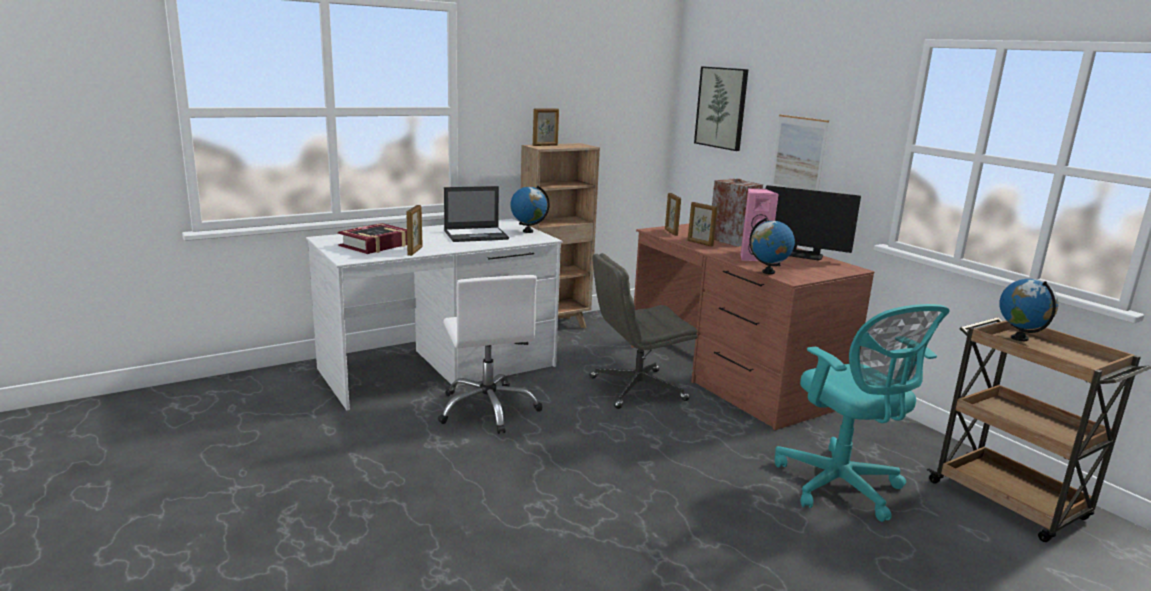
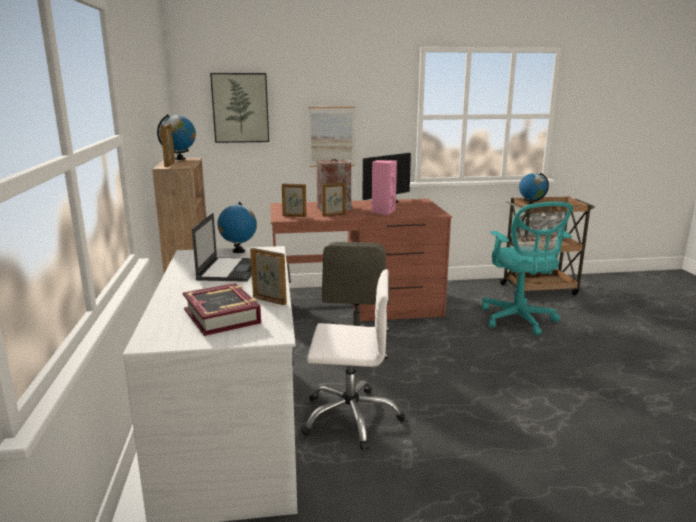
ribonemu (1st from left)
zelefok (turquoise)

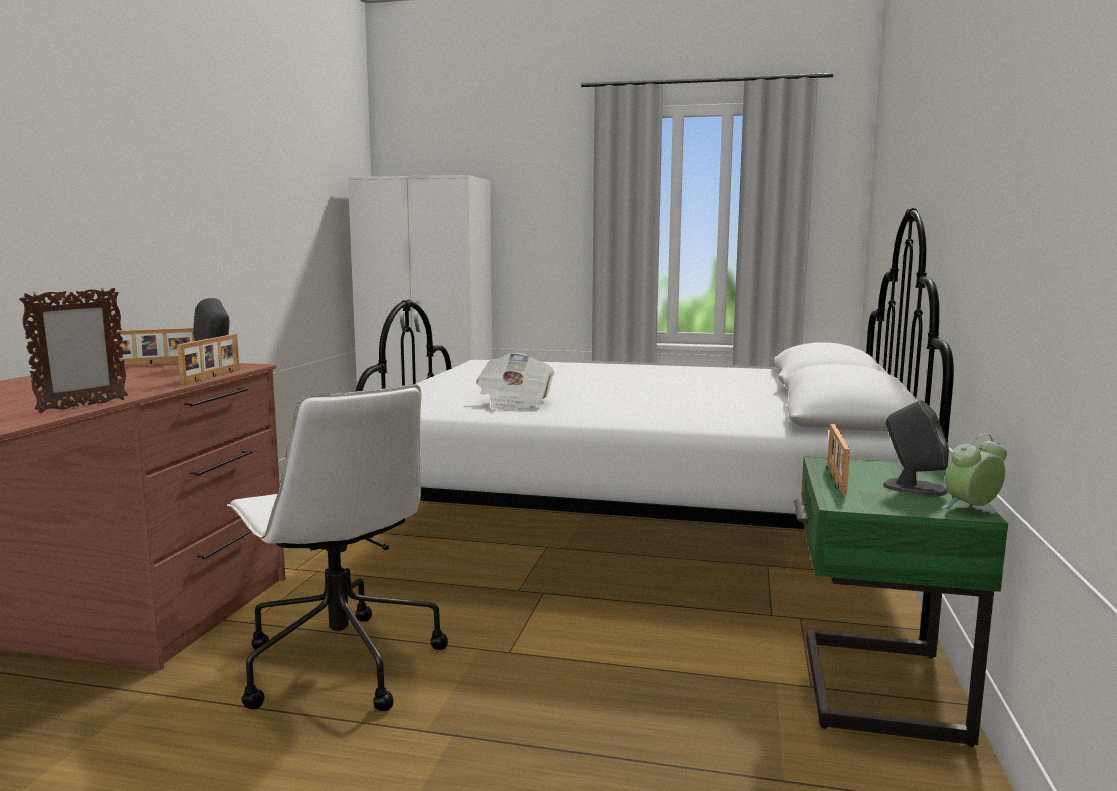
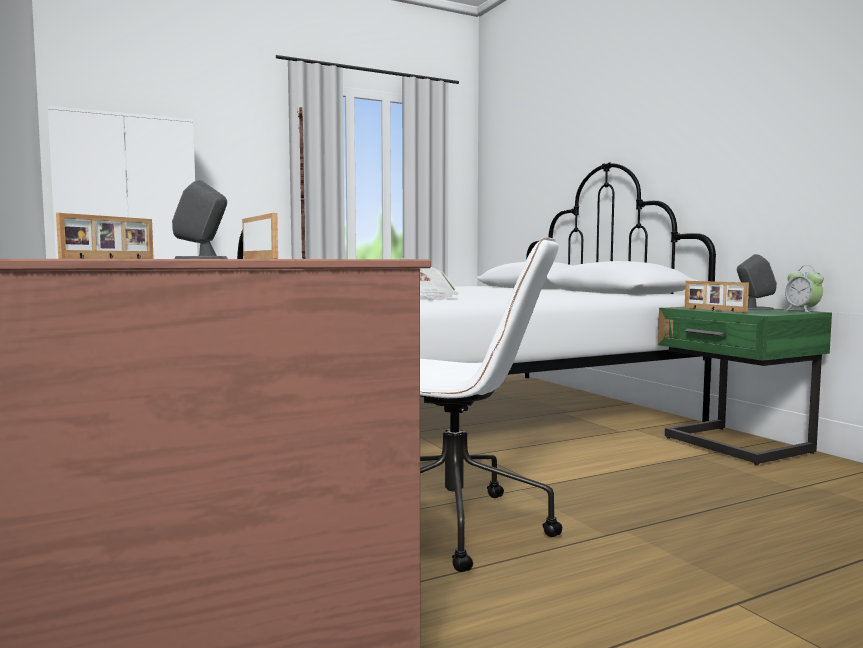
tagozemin

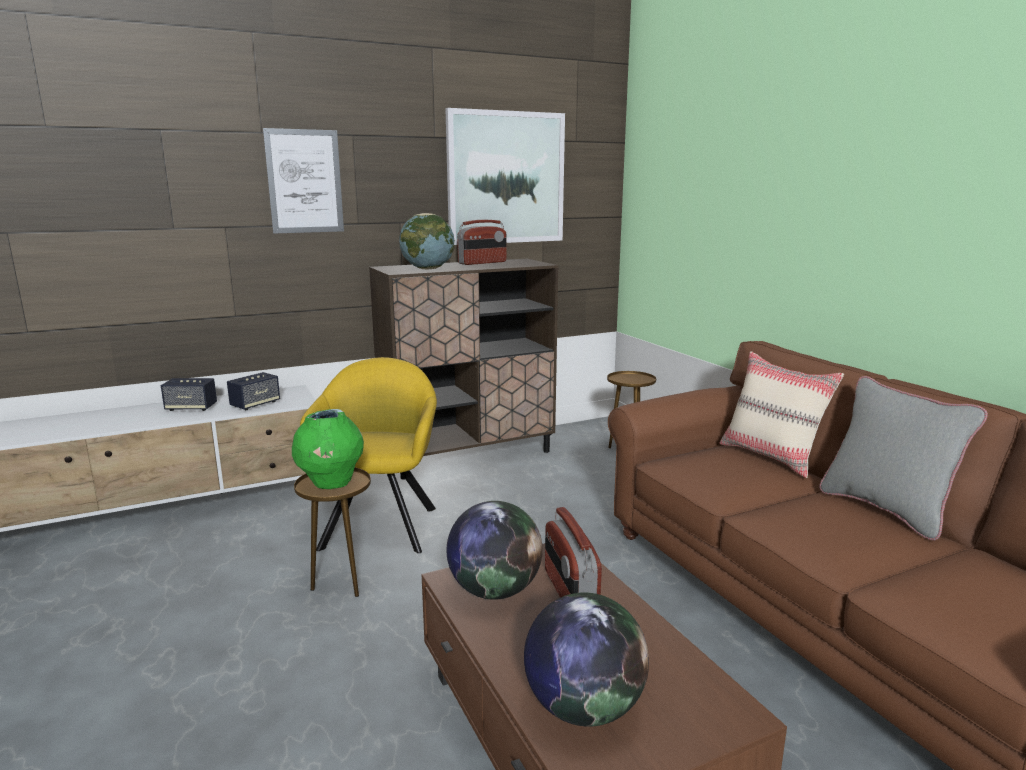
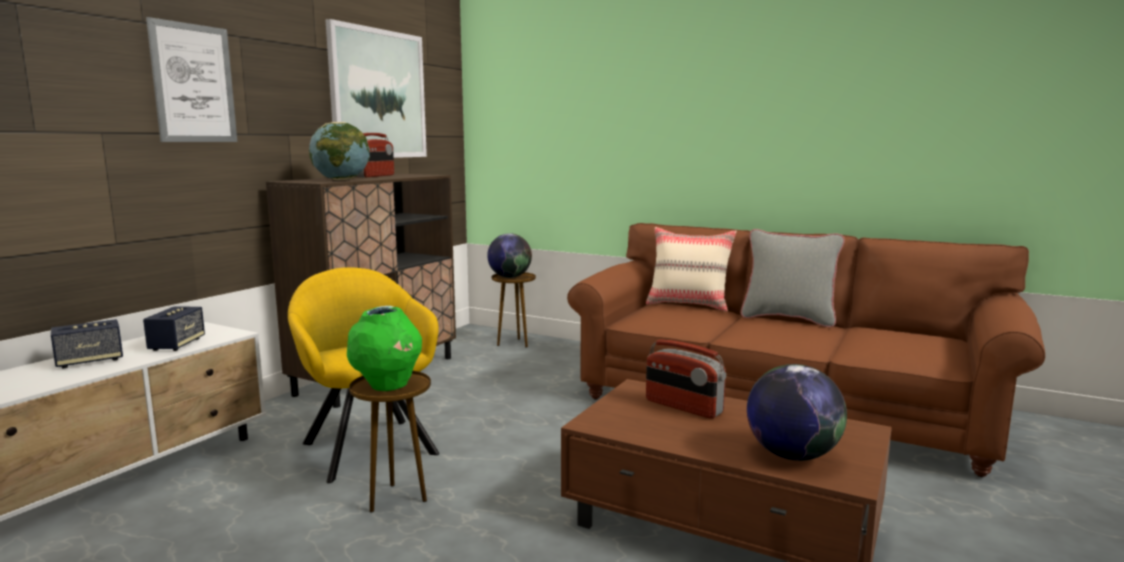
ribonemu (2nd from left)

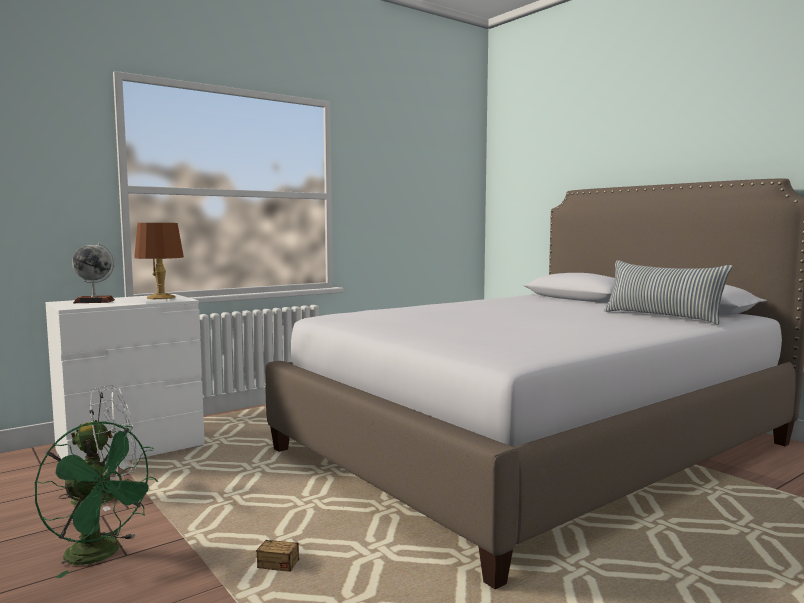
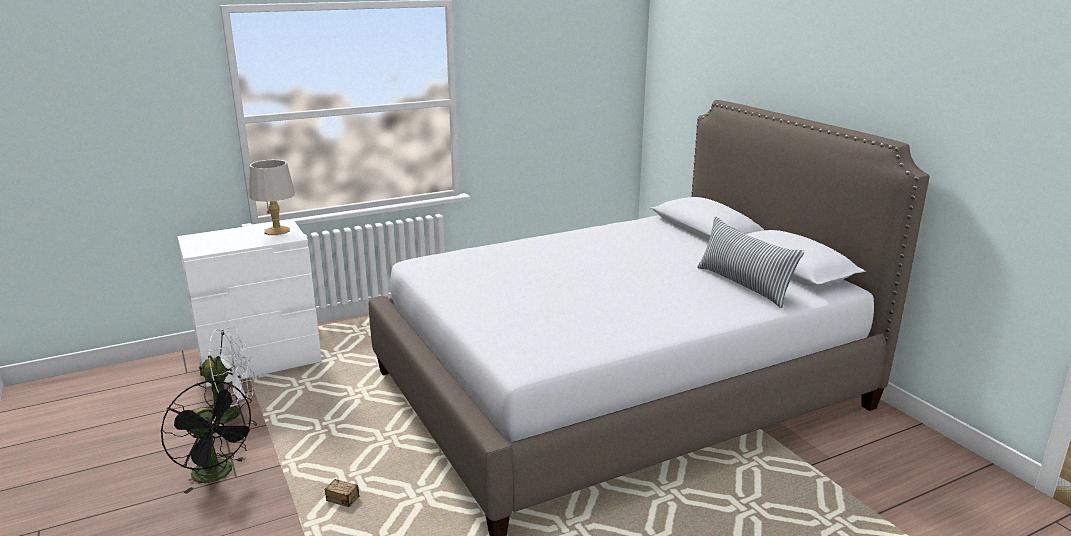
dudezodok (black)
ribonemu
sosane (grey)

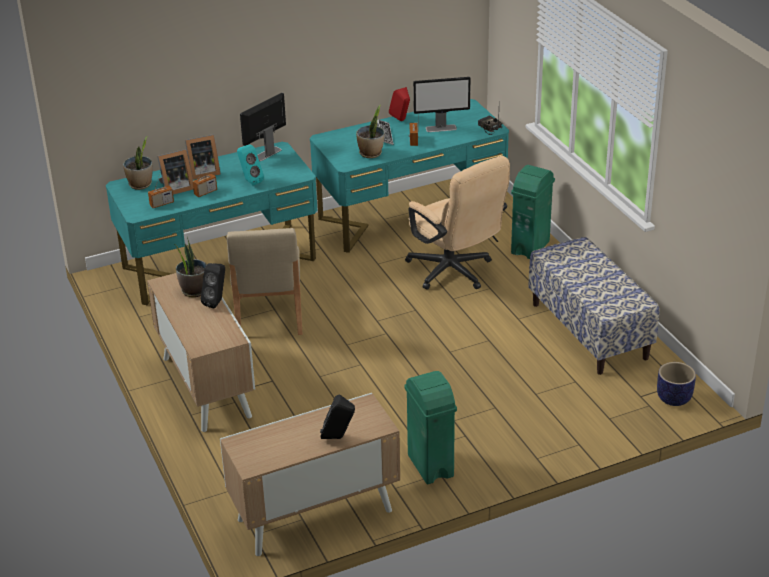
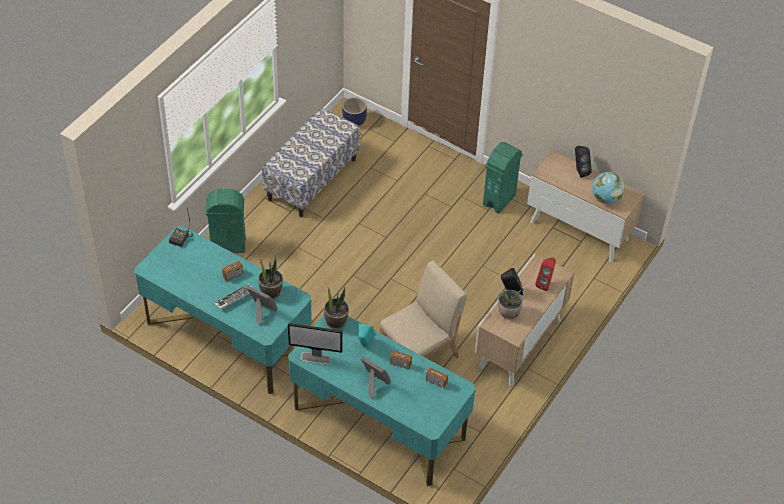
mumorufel (2nd from left)
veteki (1st from left)
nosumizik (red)
zelefok (beige)
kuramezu (2nd from left in the first image)
ribonemu

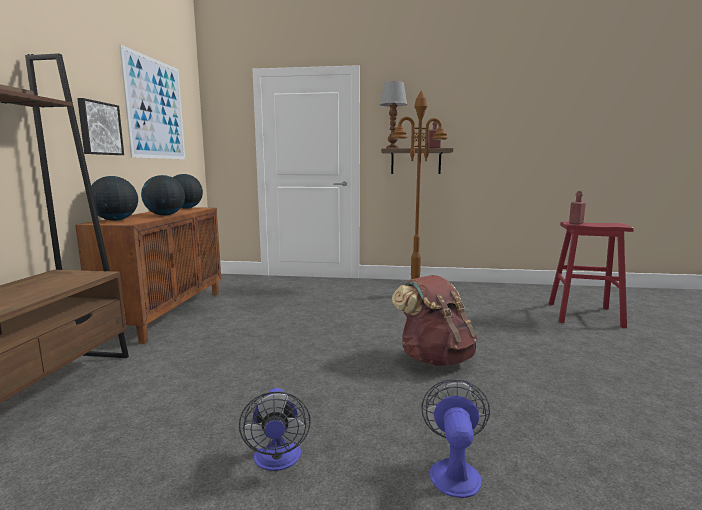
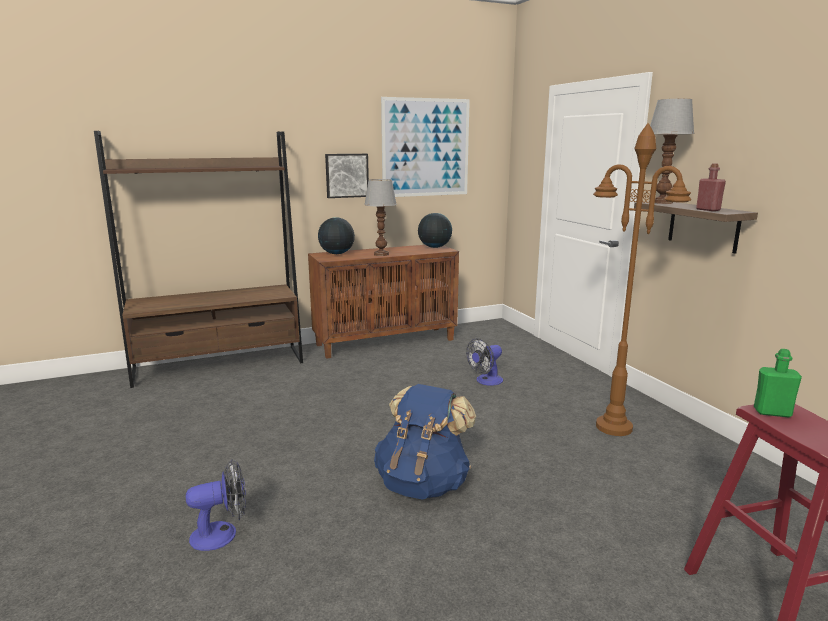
sosane (1st from left)
dudezodok (2nd from left)
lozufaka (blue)
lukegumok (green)

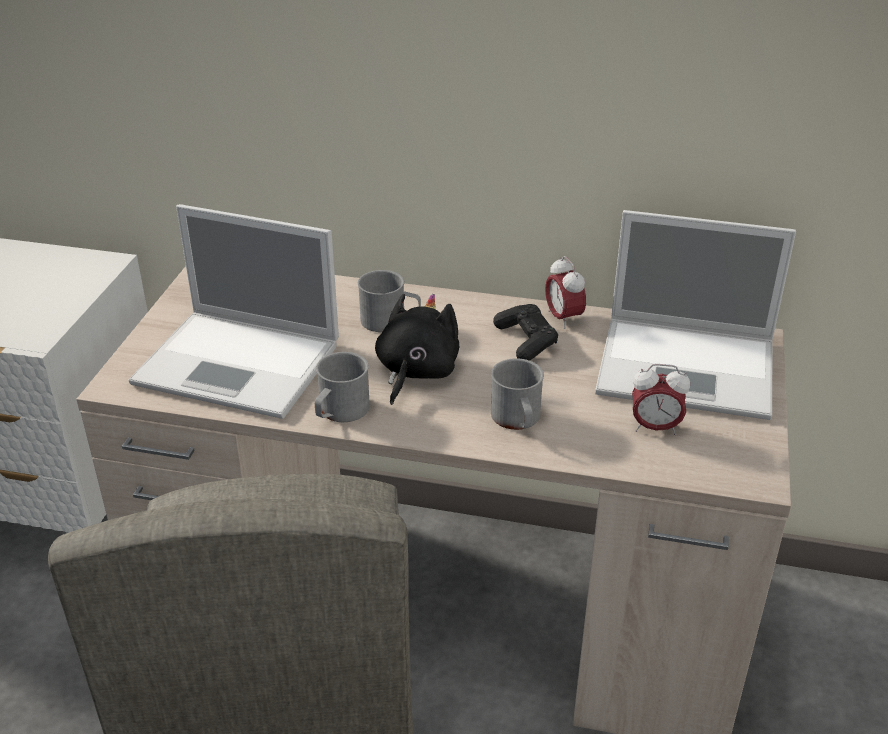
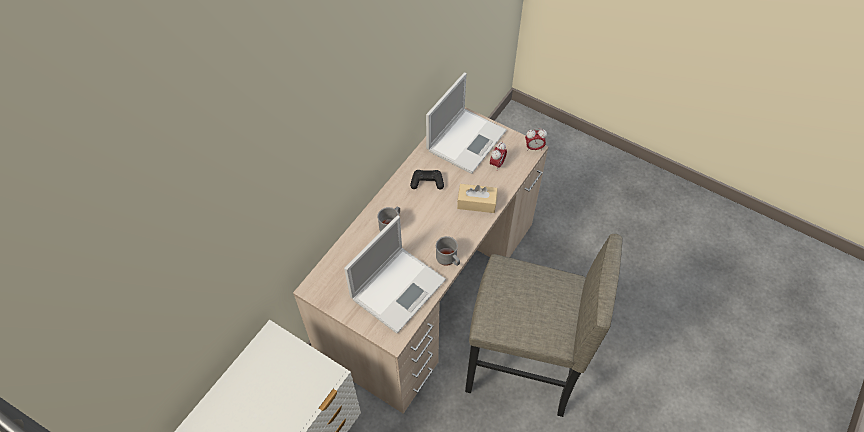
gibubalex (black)
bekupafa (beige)
tagozemin (2nd from left)

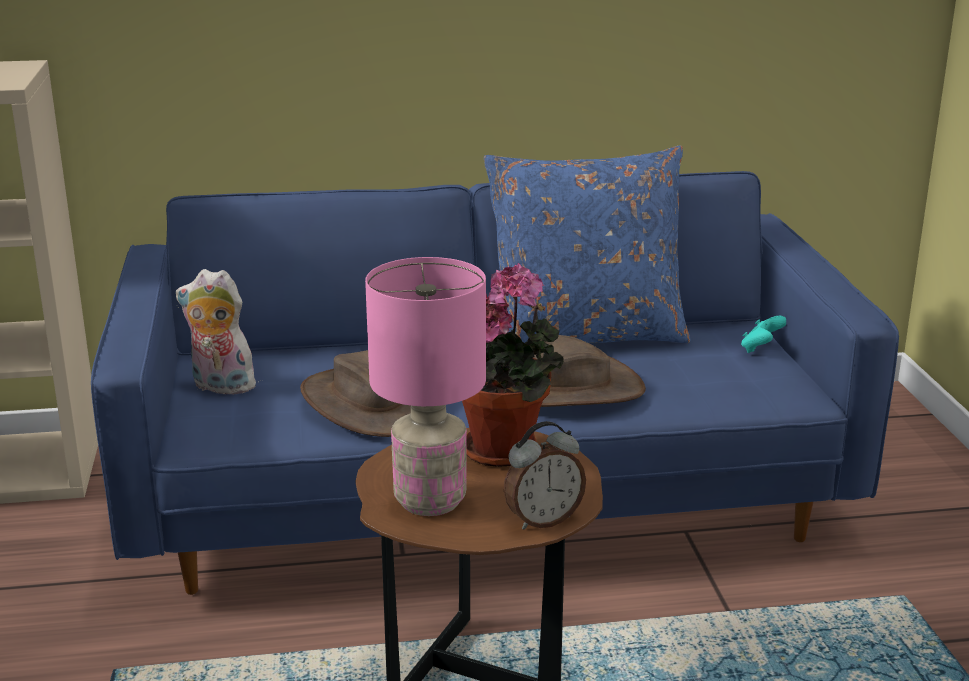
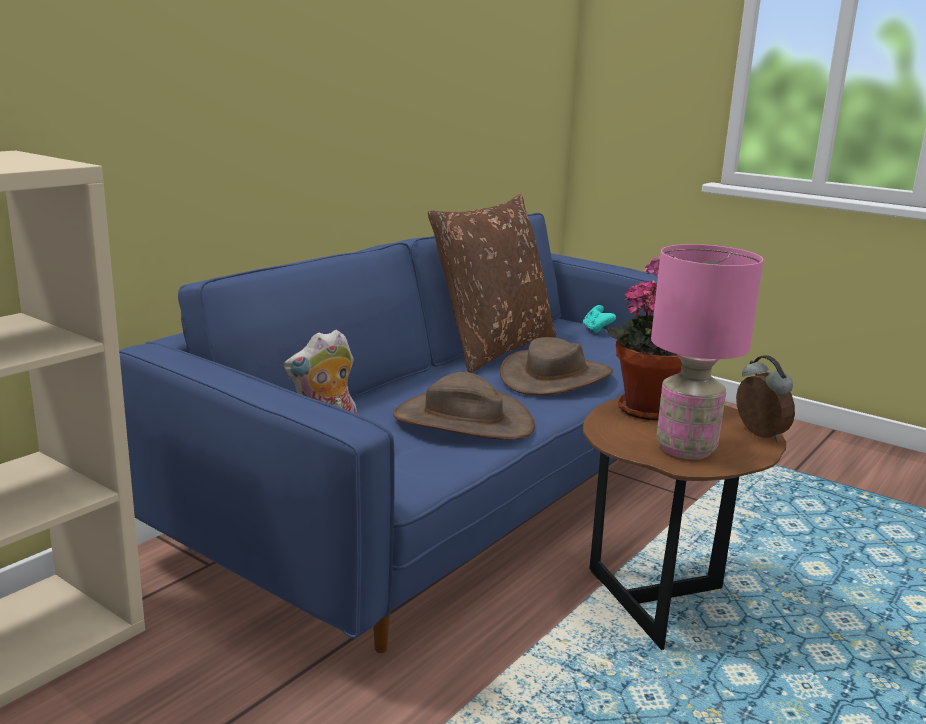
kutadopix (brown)
tagozemin

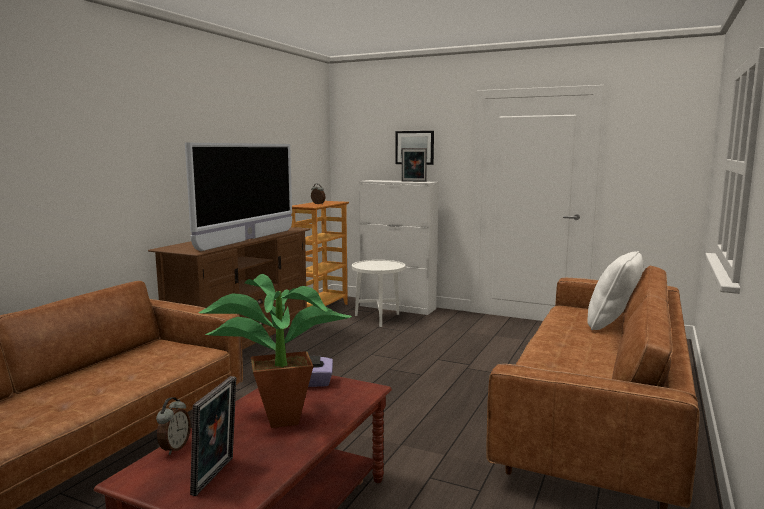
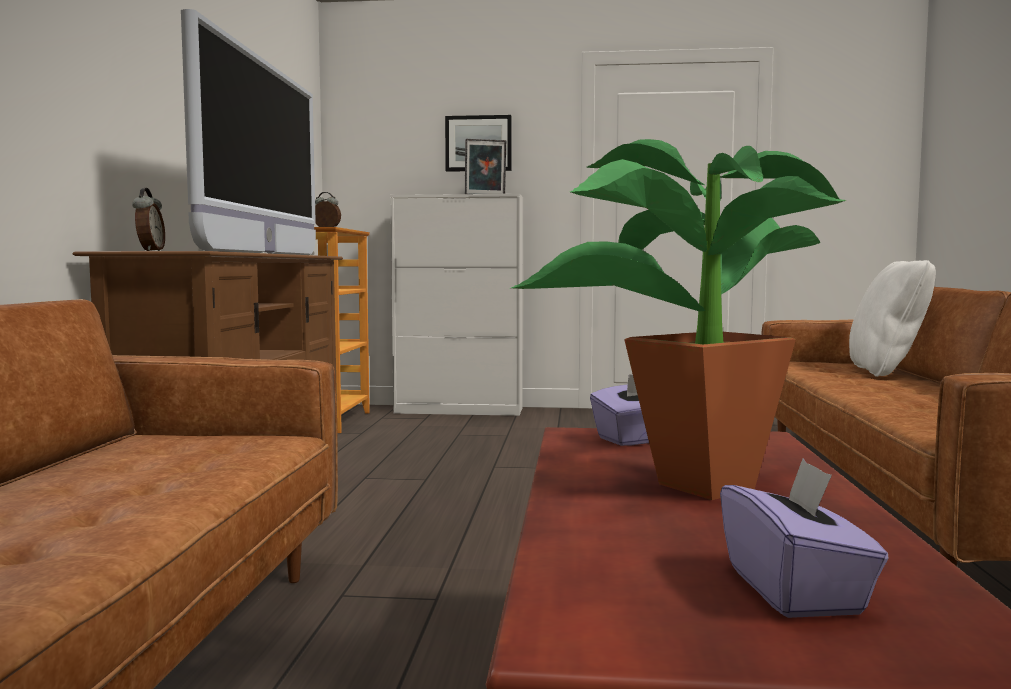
tagozemin (1st from left)
bekupafa (purple) (2nd from left)
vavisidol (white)

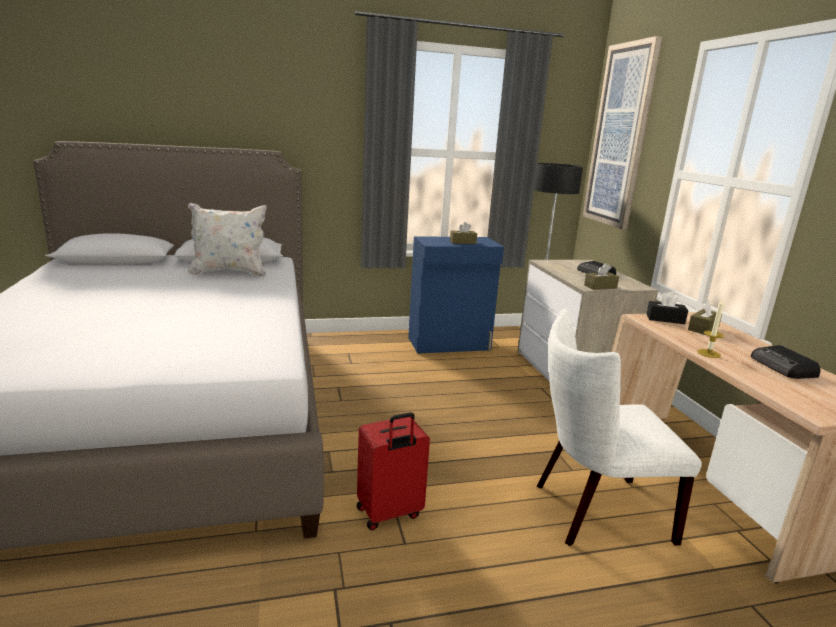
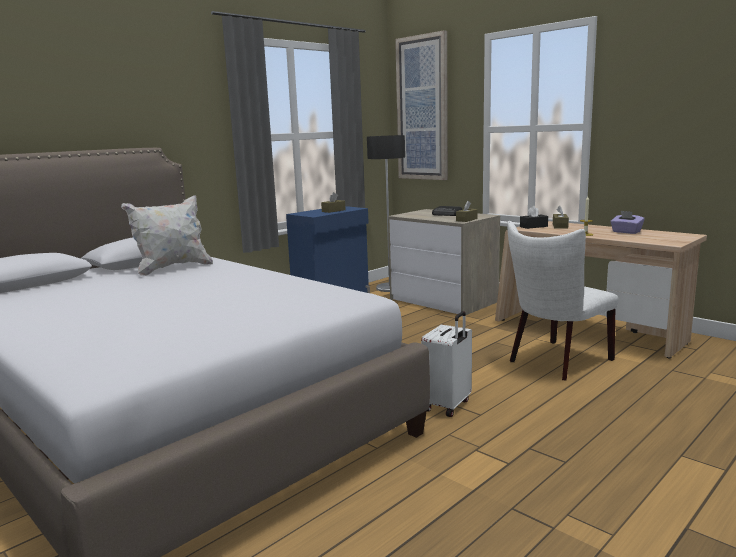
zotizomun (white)
bekupafa (purple)

